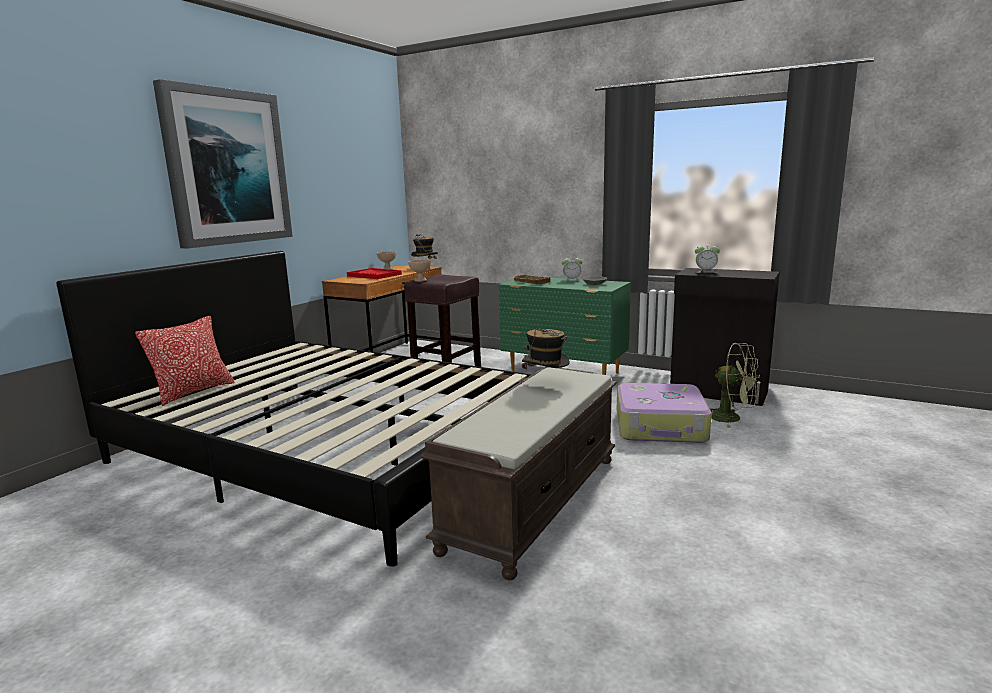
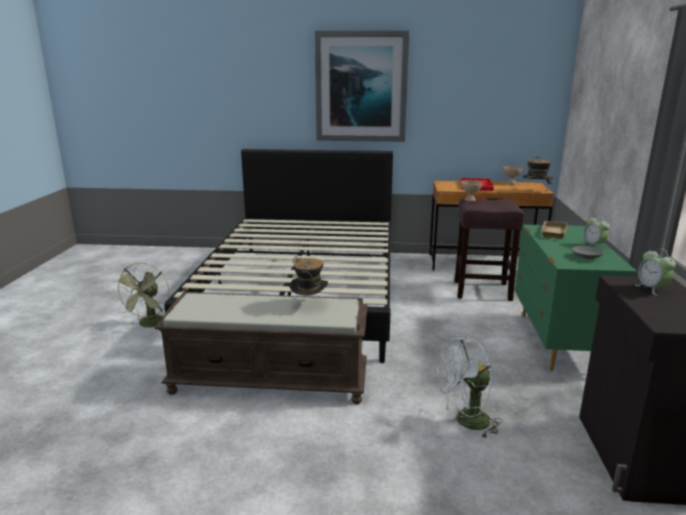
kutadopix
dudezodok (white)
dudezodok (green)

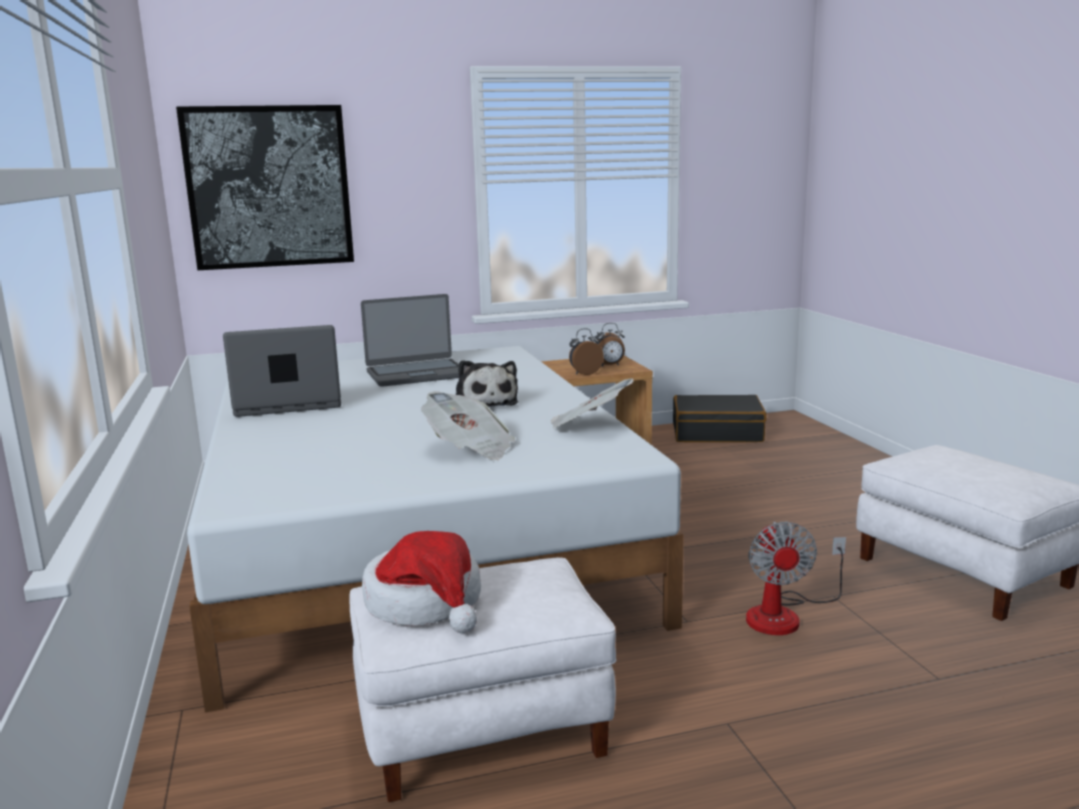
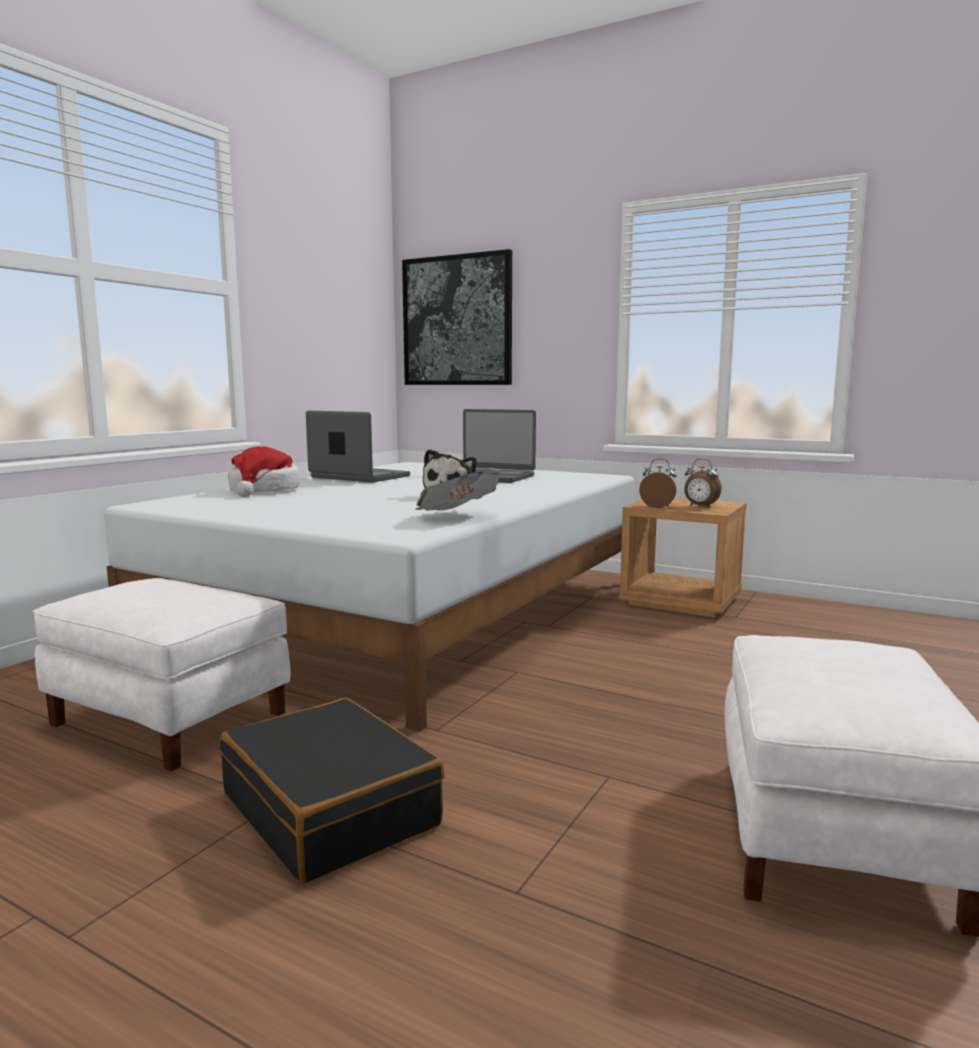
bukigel
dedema (1st from left in the first image)
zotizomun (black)
dudezodok

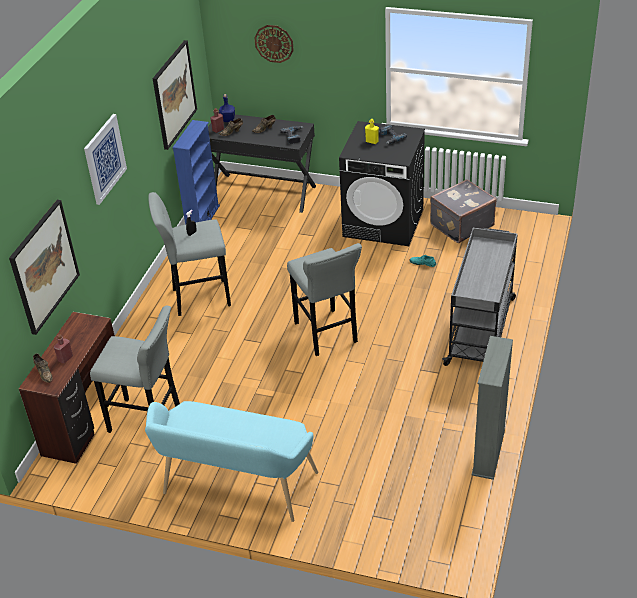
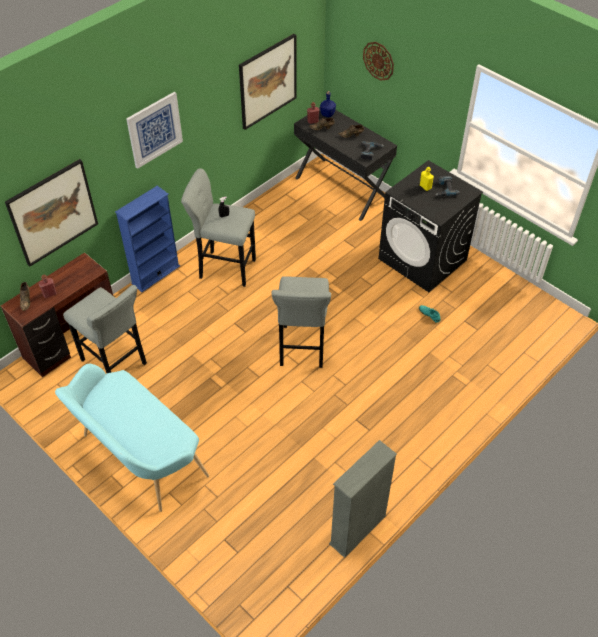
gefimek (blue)
zotizomun (grey)
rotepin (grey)

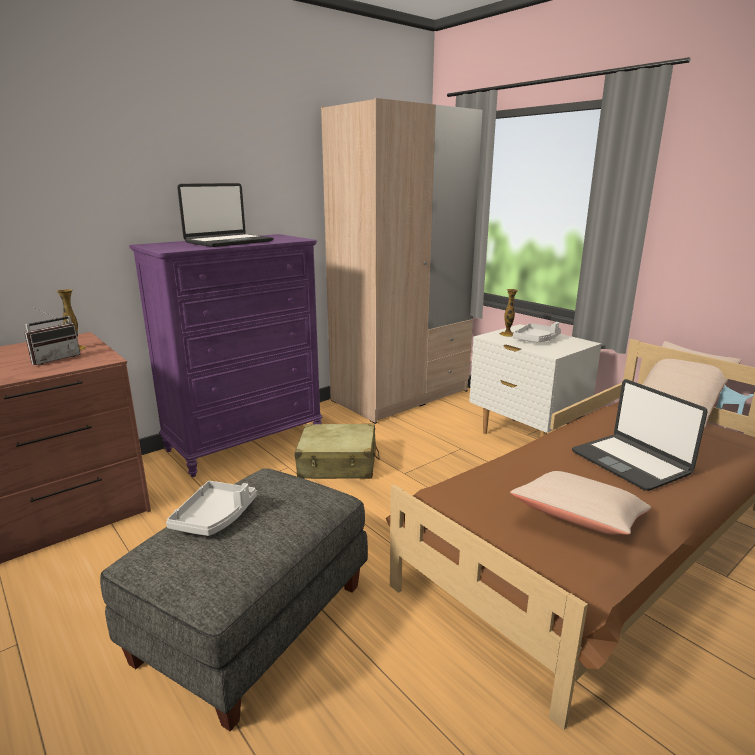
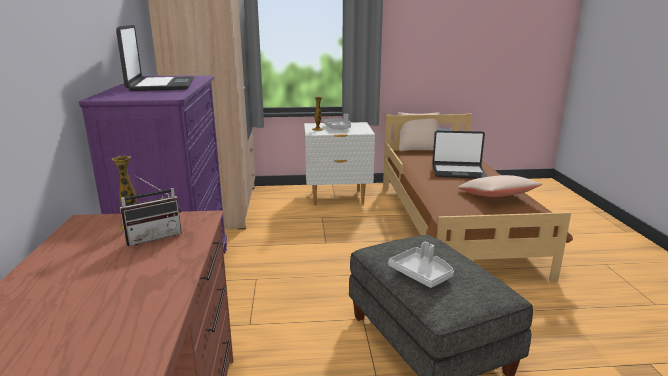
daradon
zotizomun (beige)

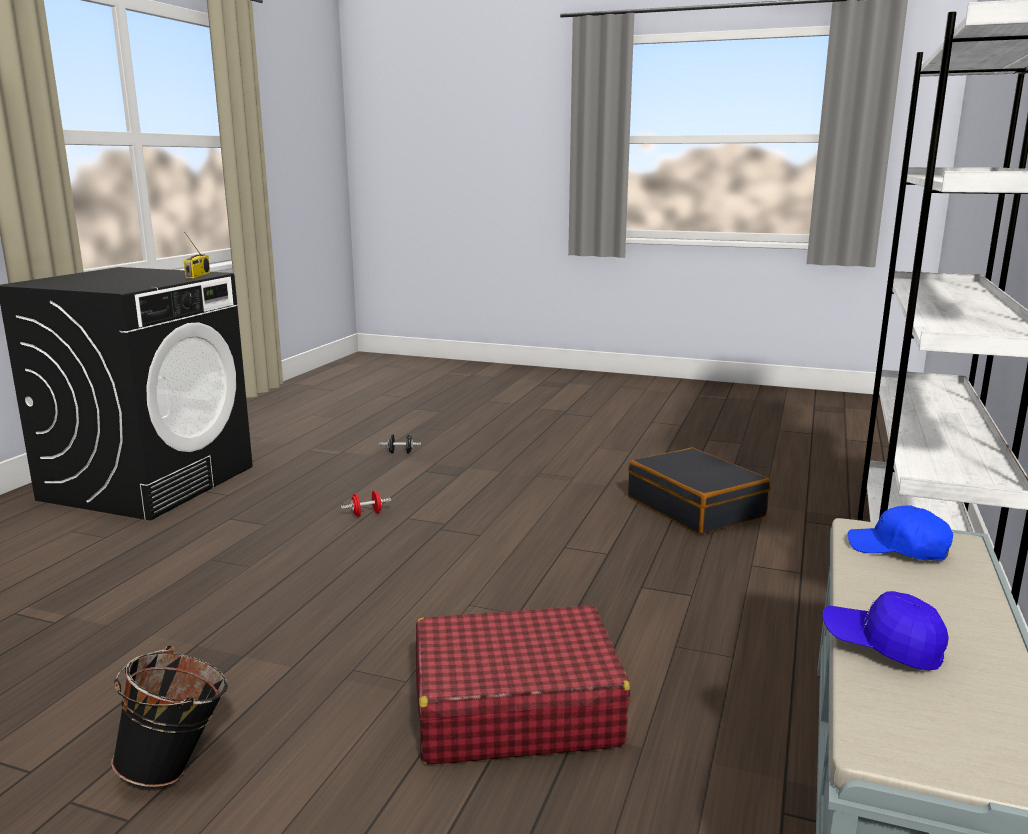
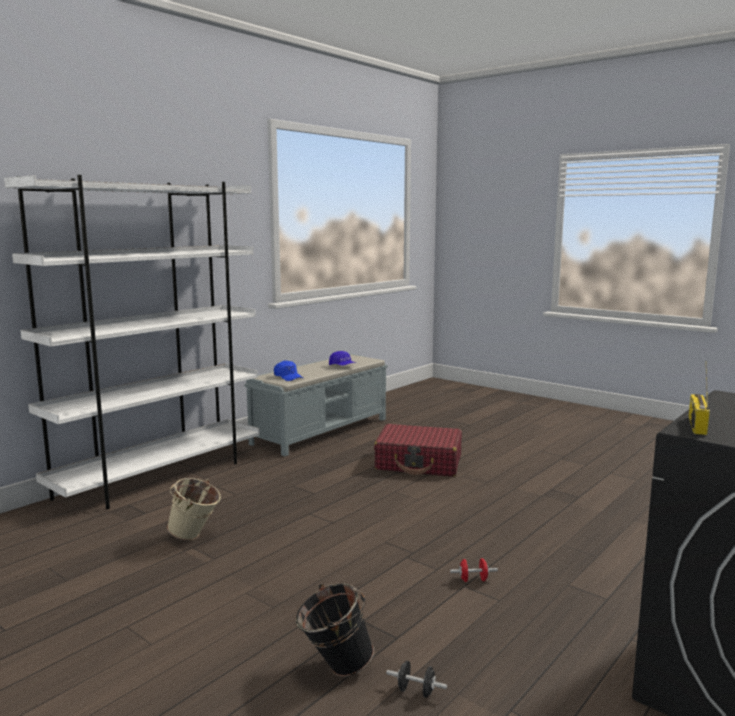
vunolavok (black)
vunolavok (beige)

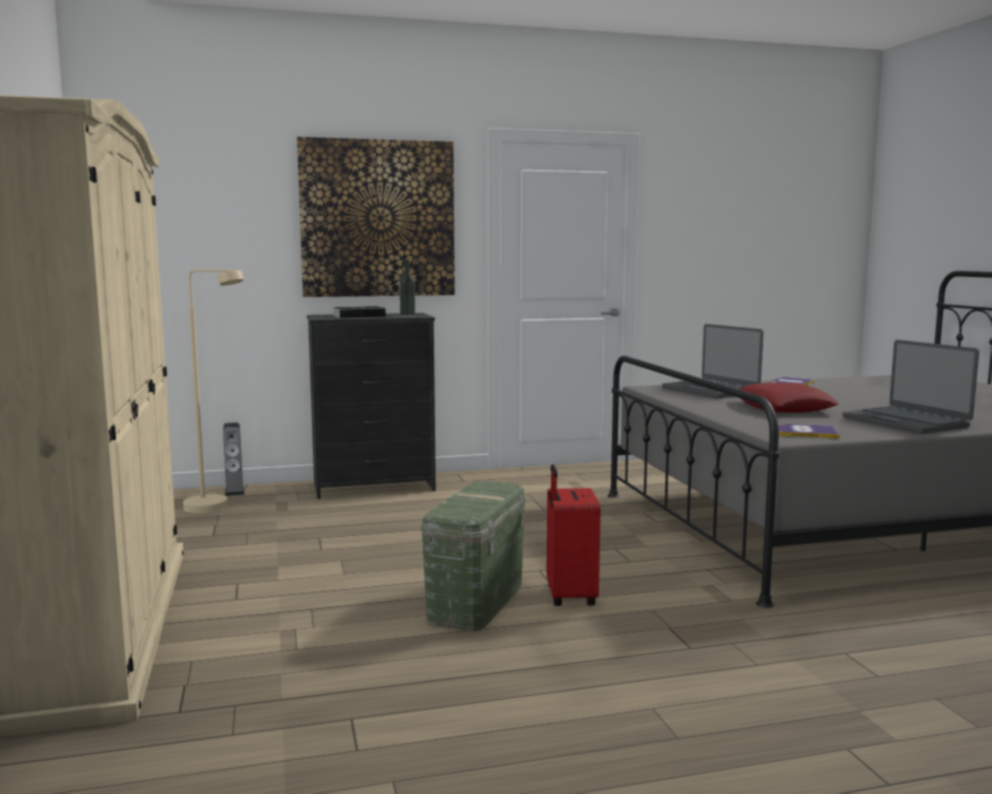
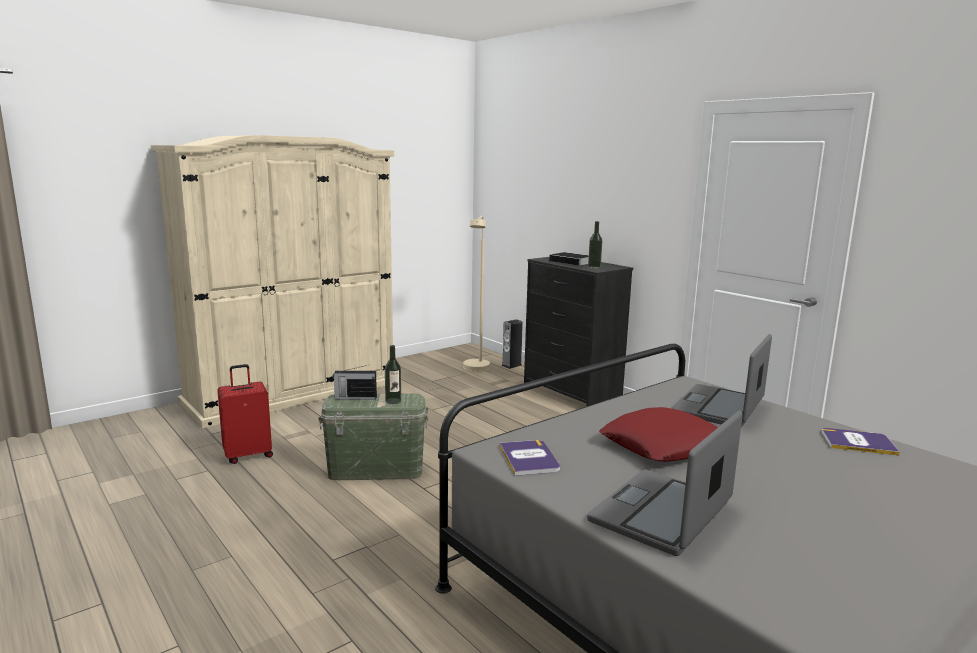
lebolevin
zotizomun (red)
daradon
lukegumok (1st from left)

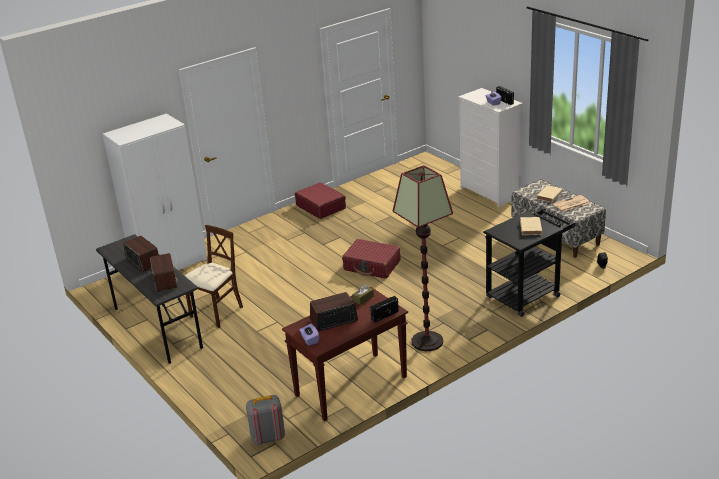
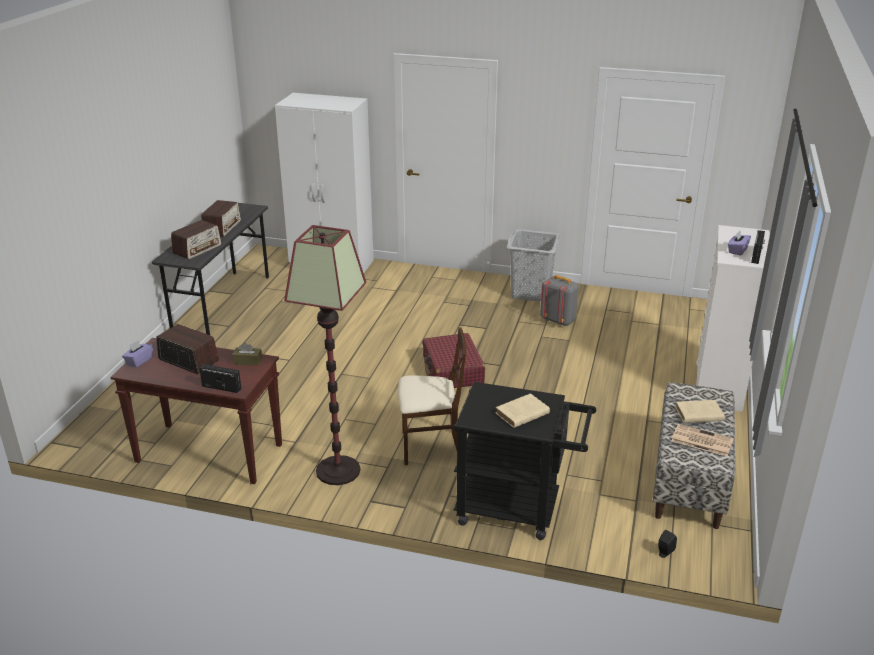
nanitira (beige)
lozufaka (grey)
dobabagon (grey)

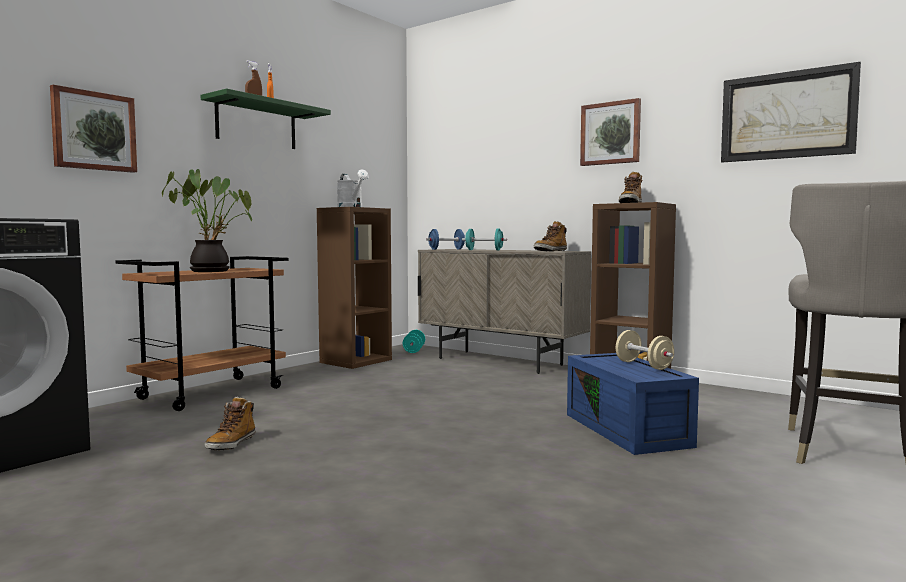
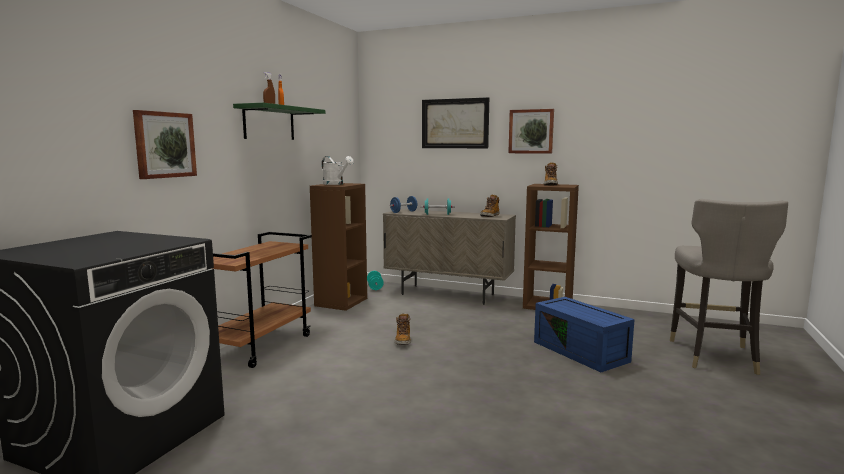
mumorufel
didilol (1st from left)
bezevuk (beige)
lebolevin (2nd from left)

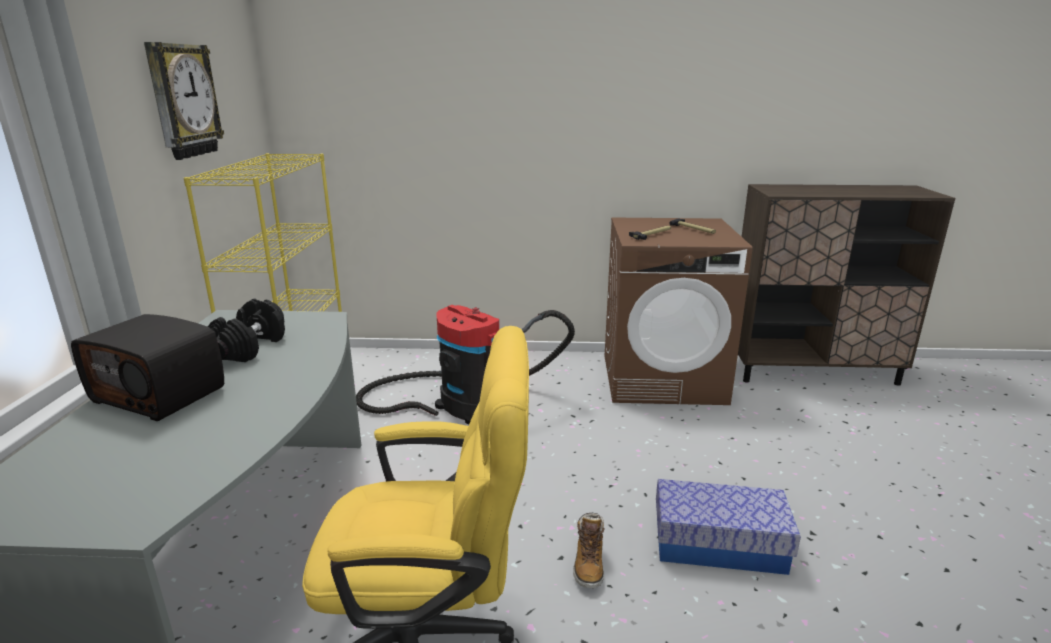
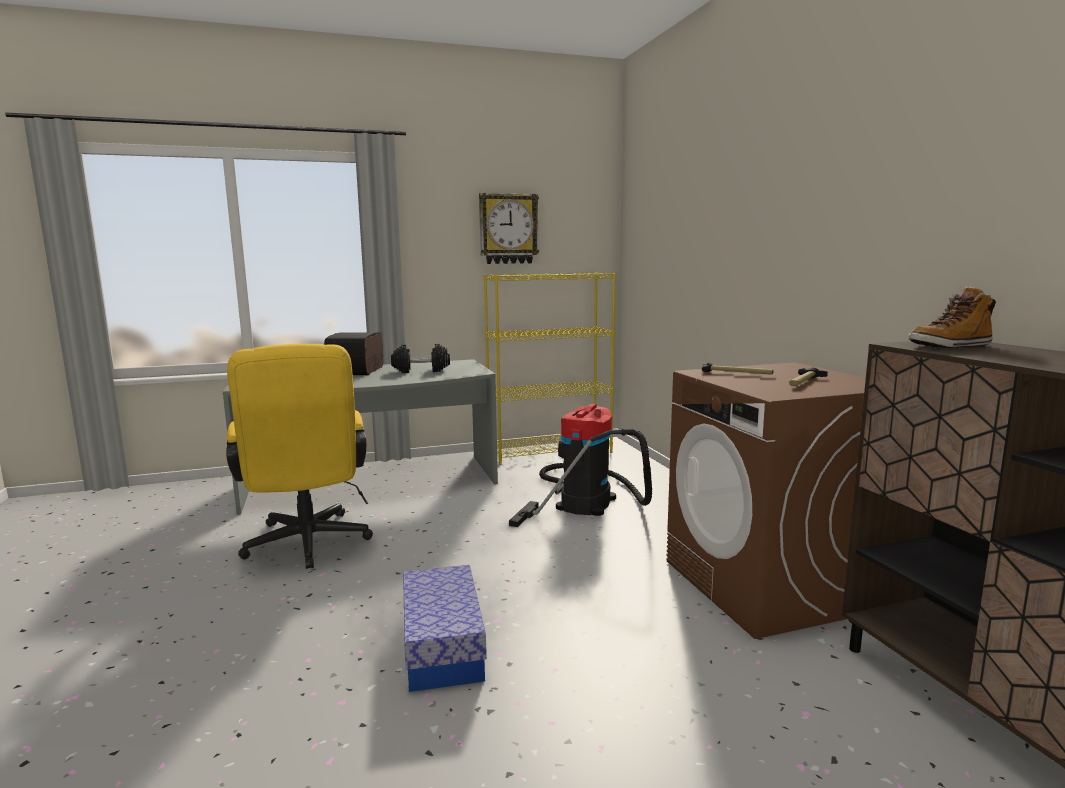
didilol

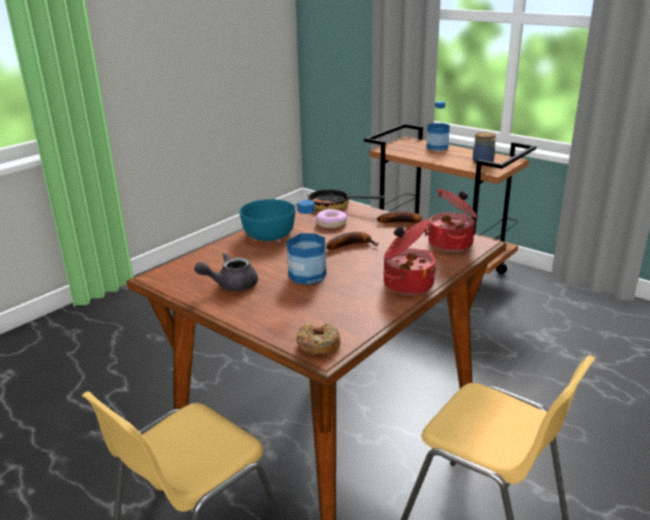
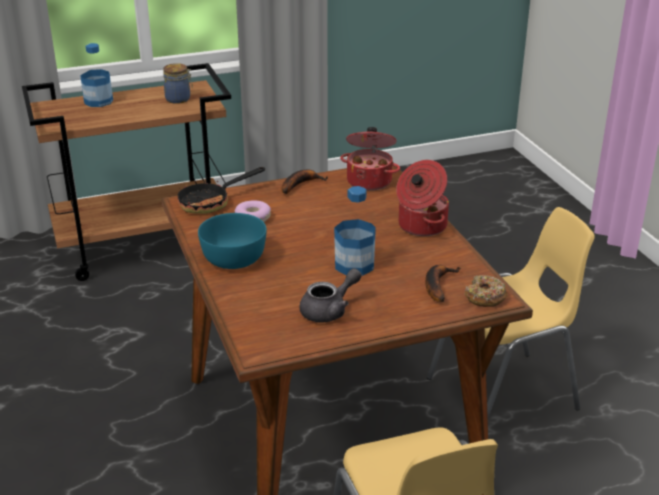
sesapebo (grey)
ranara (2nd from left)

